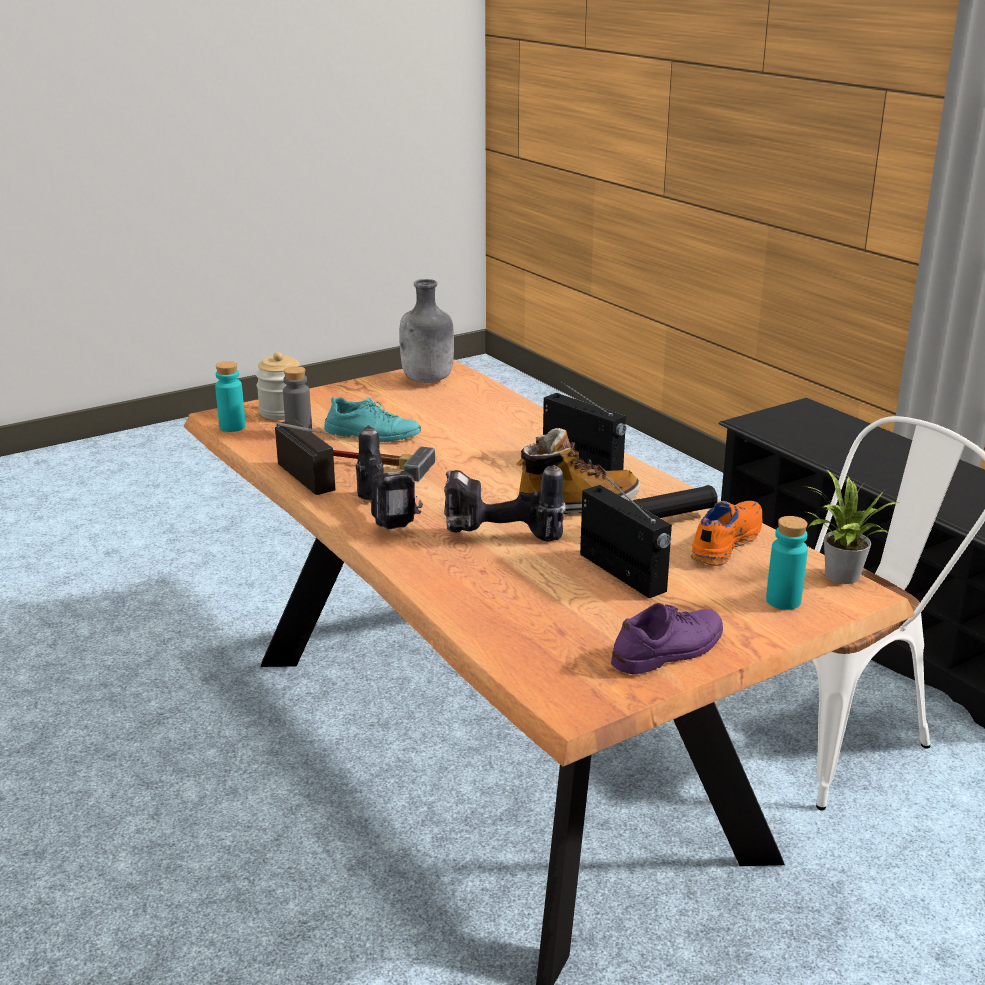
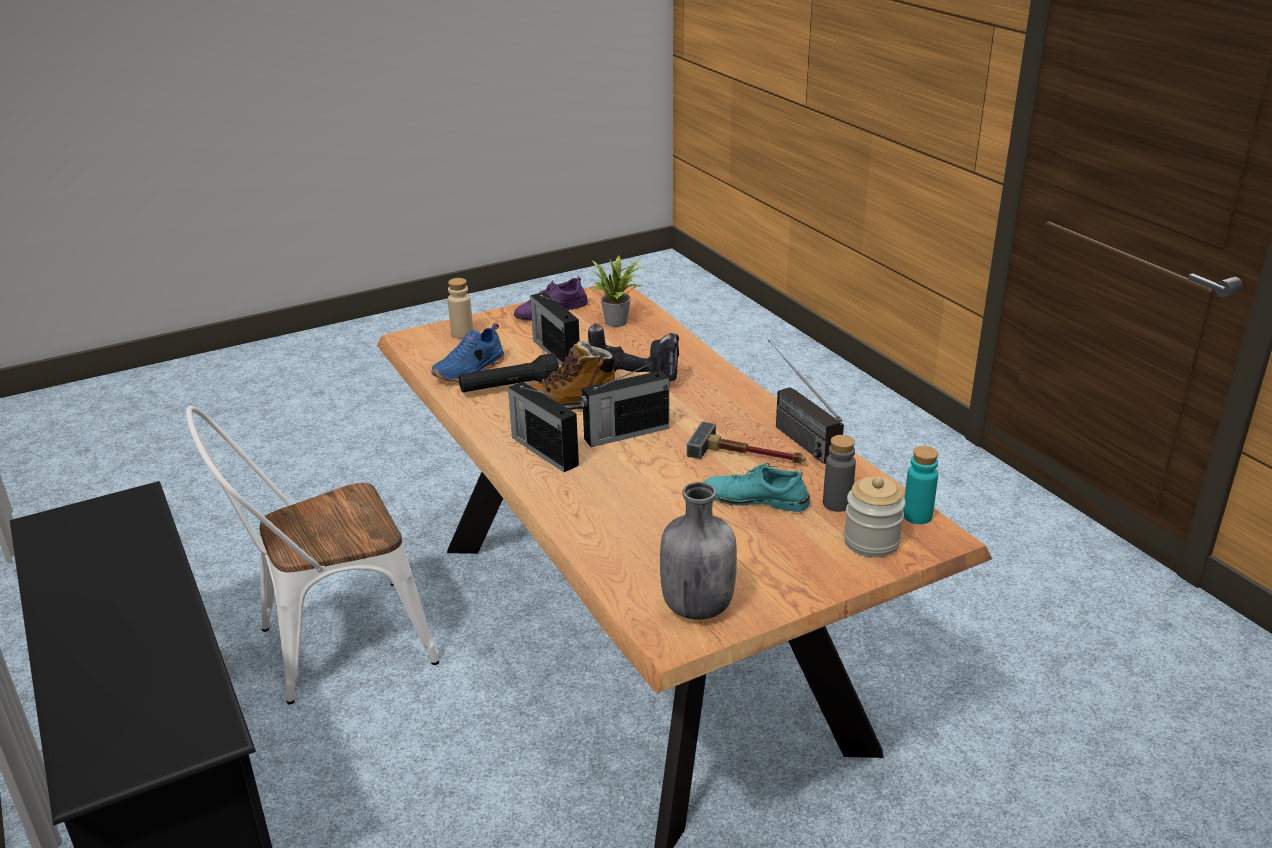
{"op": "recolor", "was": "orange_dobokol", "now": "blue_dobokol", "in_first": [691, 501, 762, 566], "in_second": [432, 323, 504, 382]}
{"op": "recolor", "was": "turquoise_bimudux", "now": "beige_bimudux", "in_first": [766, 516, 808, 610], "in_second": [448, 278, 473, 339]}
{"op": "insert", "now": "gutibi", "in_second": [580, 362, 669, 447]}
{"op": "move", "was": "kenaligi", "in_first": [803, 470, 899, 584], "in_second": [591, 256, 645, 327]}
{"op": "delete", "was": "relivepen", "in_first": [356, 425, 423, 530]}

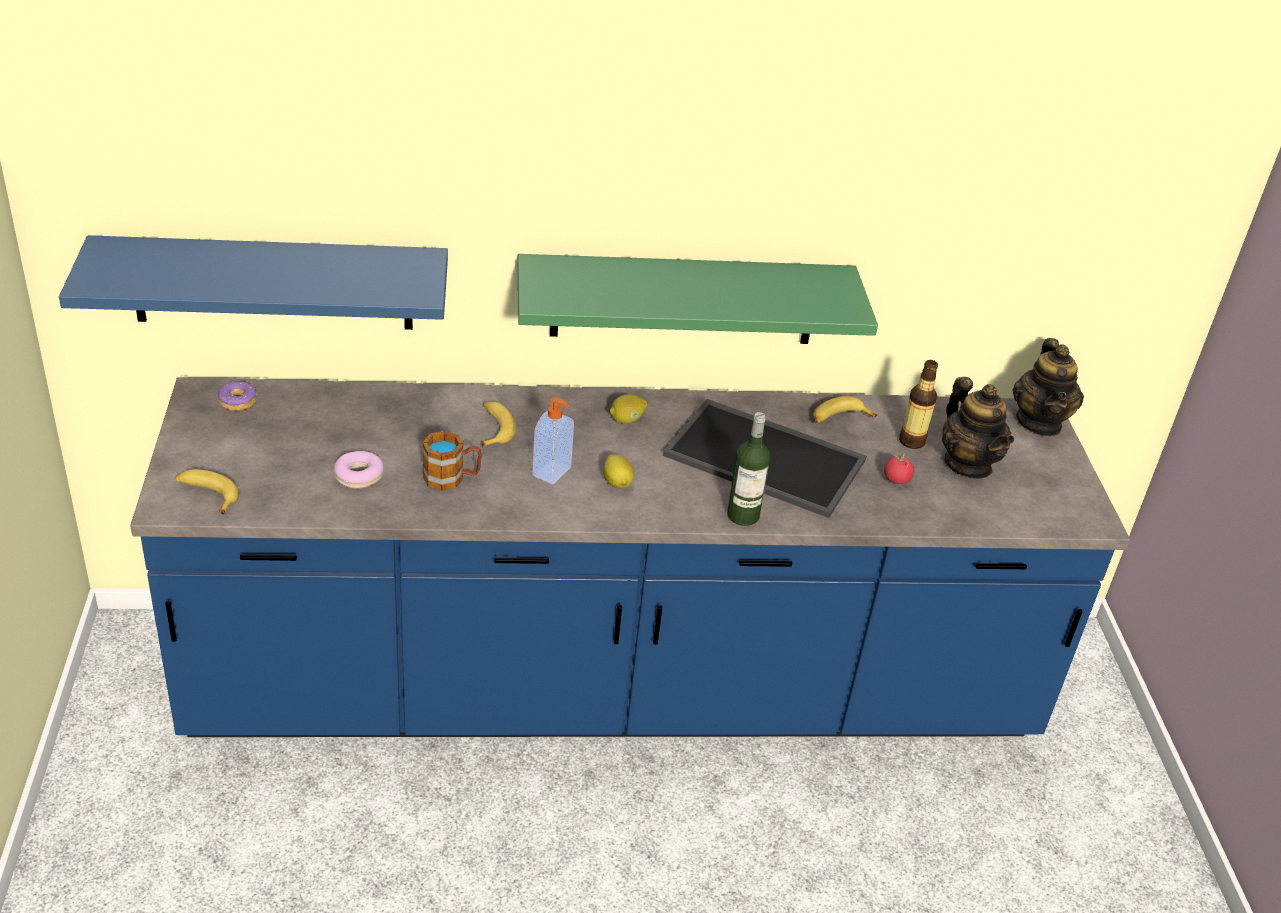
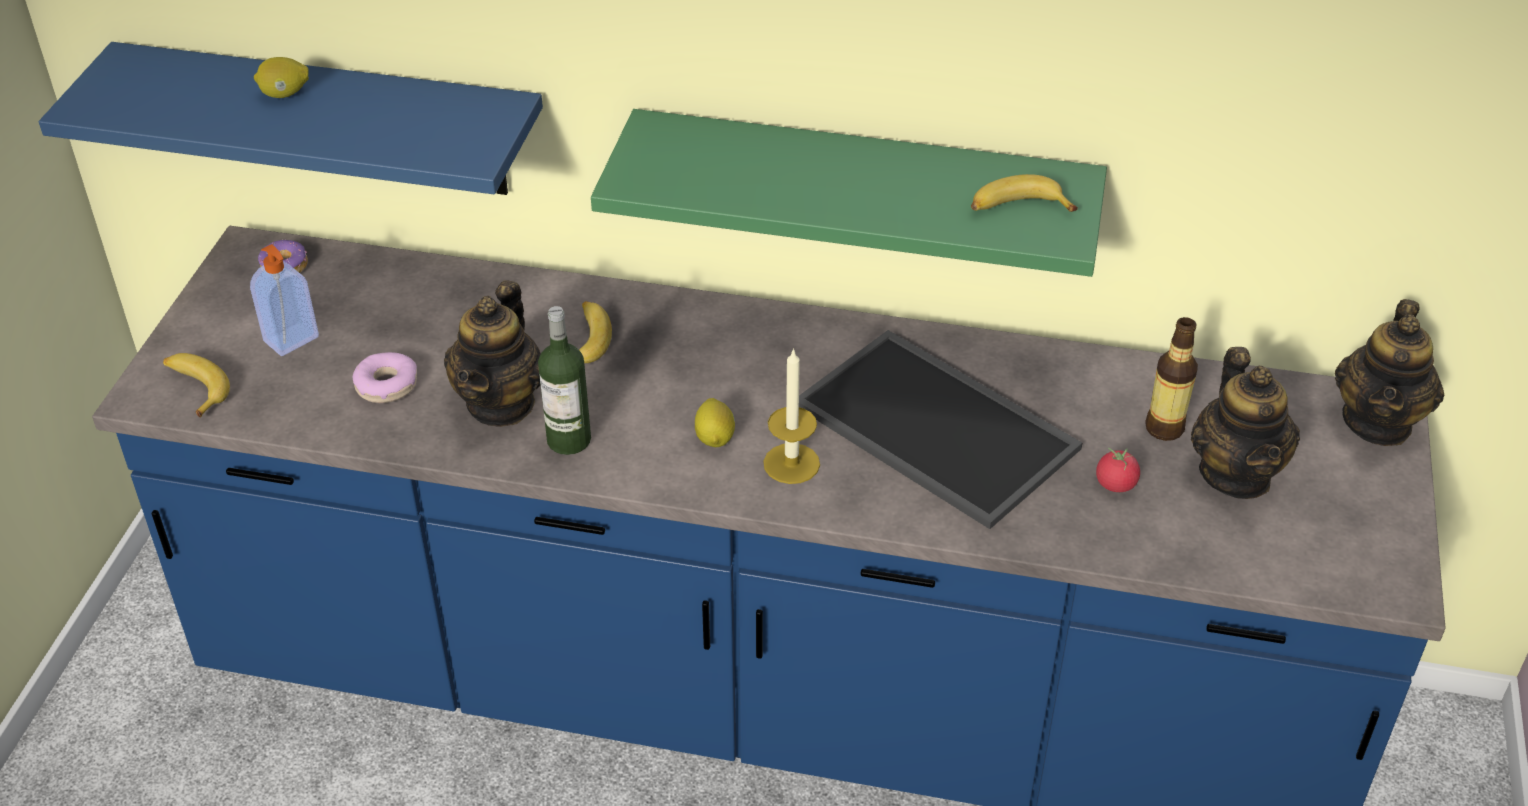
{"op": "move", "was": "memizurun", "in_first": [532, 397, 574, 484], "in_second": [250, 244, 319, 356]}
{"op": "move", "was": "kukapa", "in_first": [610, 395, 647, 424], "in_second": [254, 57, 309, 98]}
{"op": "replace", "was": "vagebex", "now": "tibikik", "in_first": [423, 431, 482, 491], "in_second": [444, 280, 541, 427]}
{"op": "move", "was": "bimudux", "in_first": [727, 412, 770, 526], "in_second": [538, 306, 591, 455]}
{"op": "insert", "now": "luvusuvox", "in_second": [763, 348, 820, 484]}
{"op": "move", "was": "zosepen", "in_first": [813, 396, 877, 423], "in_second": [971, 174, 1078, 212]}

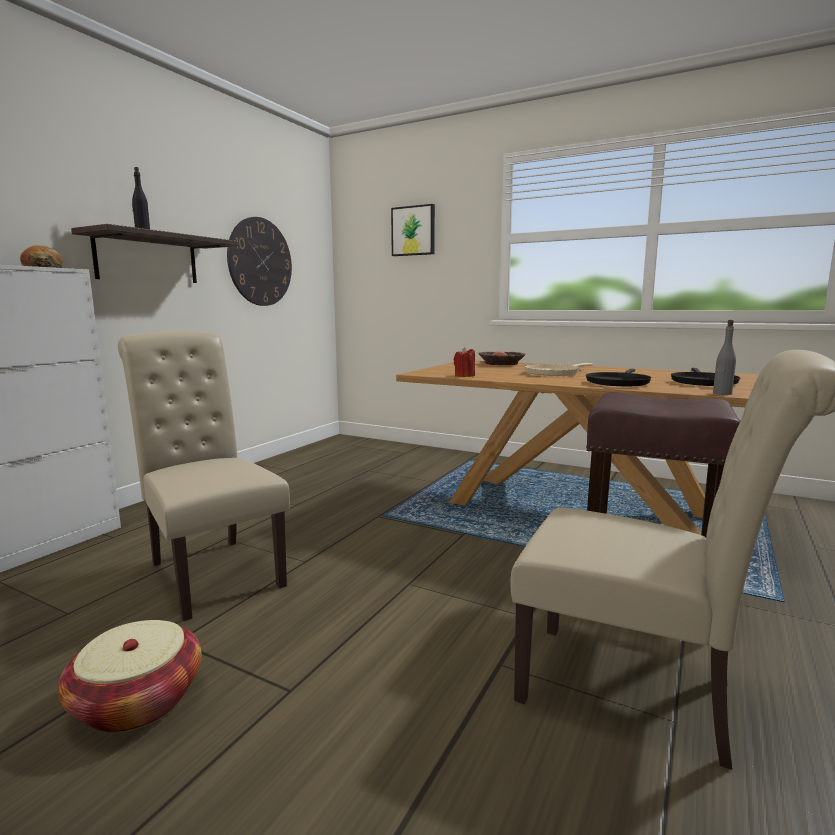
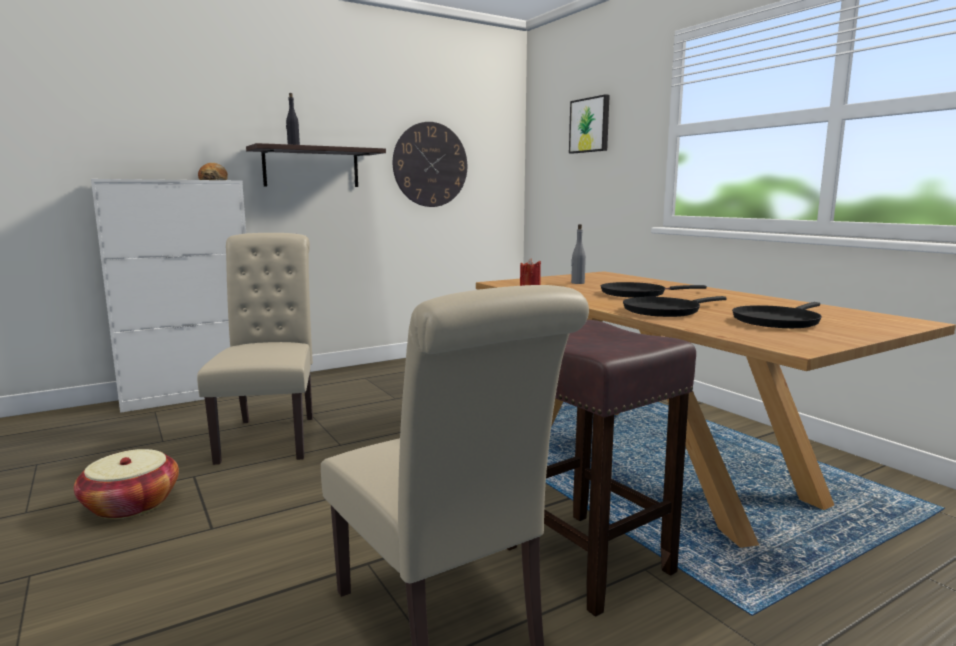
{"op": "move", "was": "grey_bimudux", "in_first": [713, 320, 736, 395], "in_second": [571, 224, 586, 284]}
{"op": "recolor", "was": "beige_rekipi", "now": "black_rekipi", "in_first": [524, 363, 593, 376], "in_second": [601, 282, 707, 298]}
{"op": "delete", "was": "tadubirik", "in_first": [478, 351, 526, 365]}

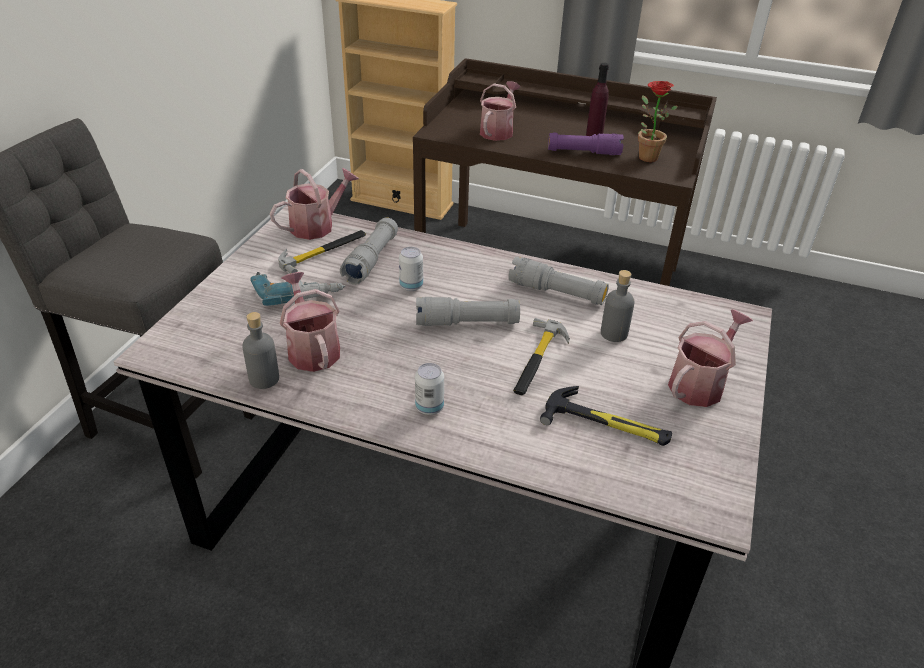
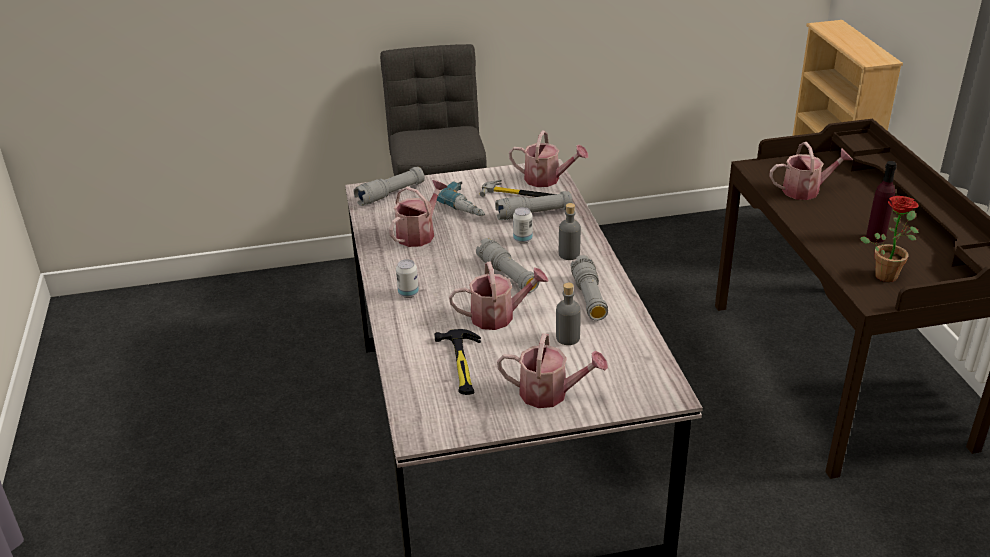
{"op": "insert", "now": "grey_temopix", "in_second": [354, 167, 425, 206]}
{"op": "replace", "was": "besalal", "now": "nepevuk", "in_first": [513, 318, 570, 395], "in_second": [449, 262, 548, 330]}
{"op": "move", "was": "grey_bimudux", "in_first": [242, 312, 279, 389], "in_second": [559, 203, 581, 260]}
{"op": "delete", "was": "purple_temopix", "in_first": [548, 133, 624, 155]}

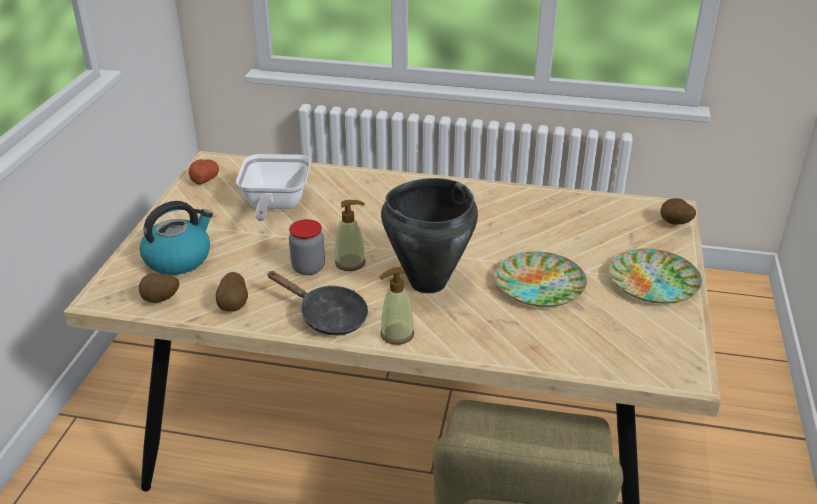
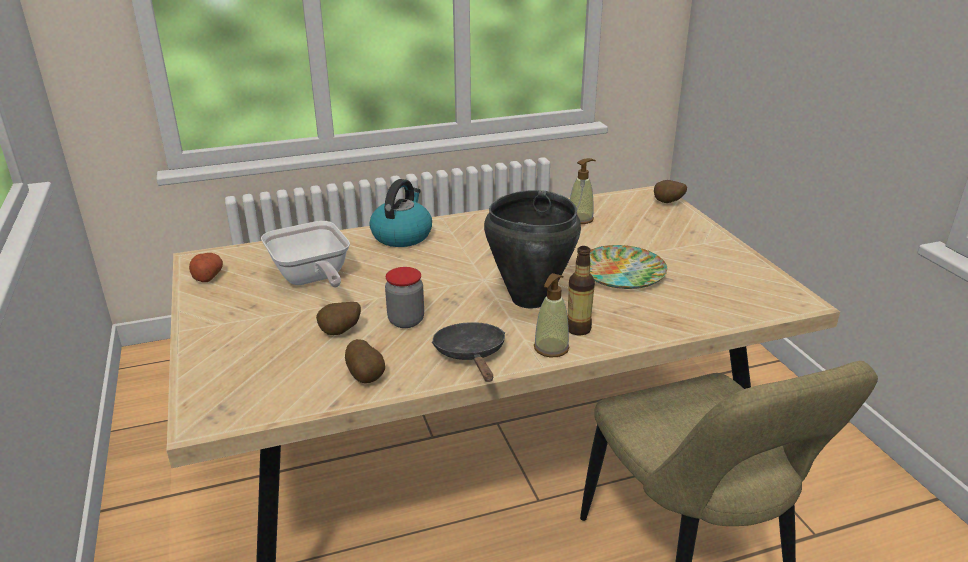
{"op": "move", "was": "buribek", "in_first": [139, 273, 179, 303], "in_second": [316, 302, 361, 335]}
{"op": "move", "was": "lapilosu", "in_first": [140, 201, 213, 275], "in_second": [369, 179, 432, 247]}
{"op": "rotate", "was": "black_rekipi", "in_first": [267, 271, 368, 335], "in_second": [432, 322, 505, 382], "clockwise": -105}
{"op": "insert", "now": "bimudux", "in_second": [568, 246, 595, 336]}
{"op": "move", "was": "memizurun", "in_first": [335, 200, 366, 271], "in_second": [570, 158, 596, 224]}
{"op": "delete", "was": "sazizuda", "in_first": [609, 249, 702, 304]}

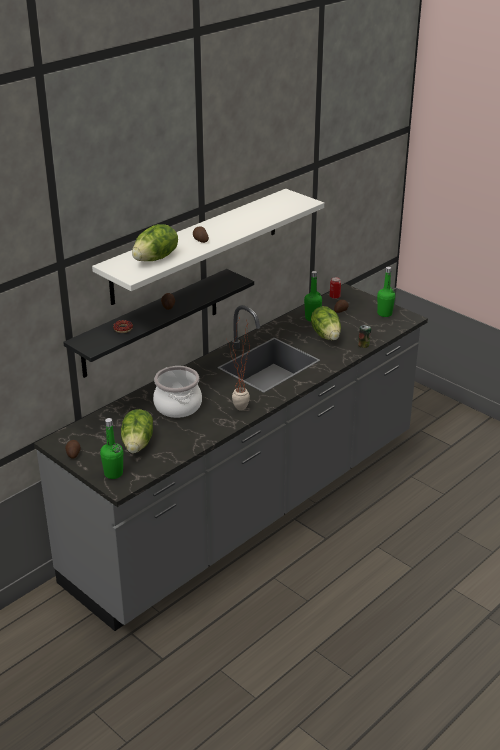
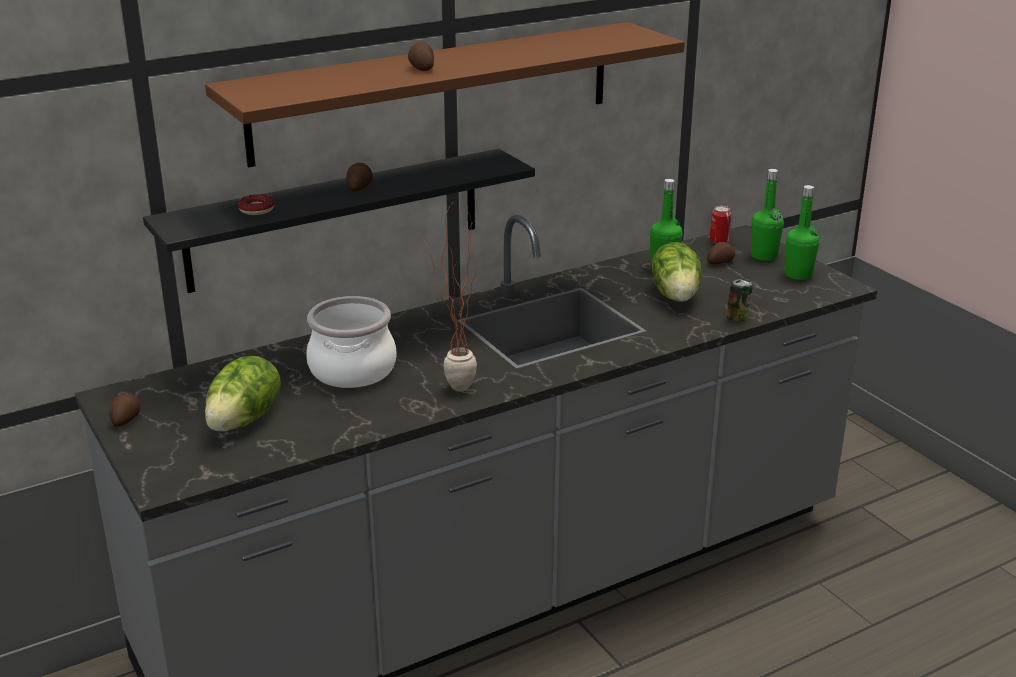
{"op": "recolor", "was": "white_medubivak", "now": "brown_medubivak", "in_first": [92, 189, 324, 305], "in_second": [205, 22, 685, 168]}
{"op": "move", "was": "green_bimudux", "in_first": [100, 418, 123, 479], "in_second": [751, 169, 784, 261]}
{"op": "delete", "was": "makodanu", "in_first": [132, 224, 178, 261]}

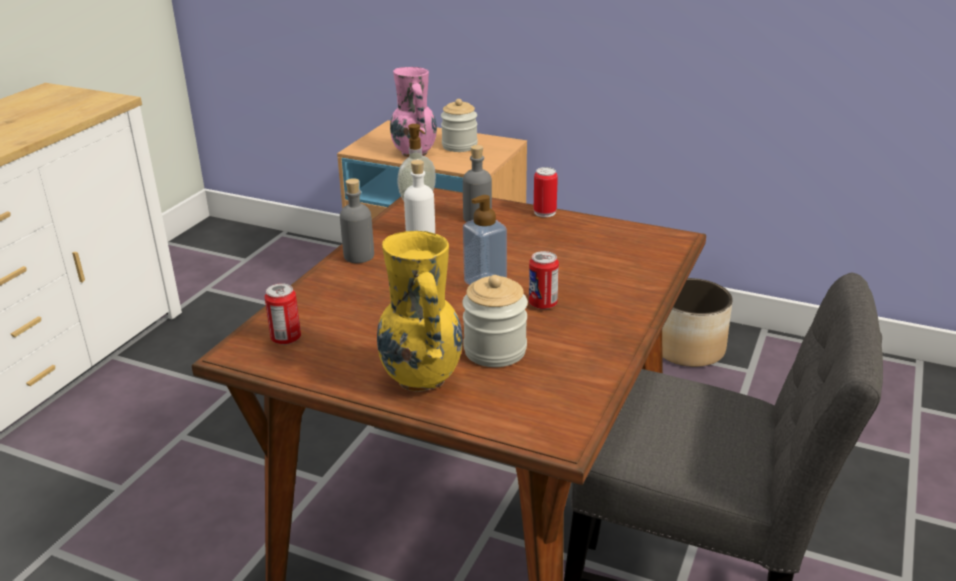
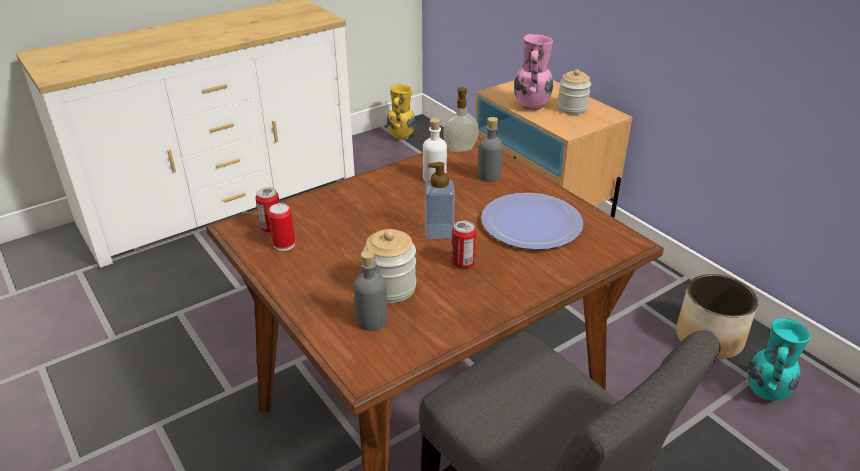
{"op": "move", "was": "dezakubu", "in_first": [534, 167, 558, 217], "in_second": [268, 203, 295, 251]}
{"op": "move", "was": "grey_bimudux", "in_first": [340, 178, 374, 263], "in_second": [354, 250, 388, 331]}
{"op": "move", "was": "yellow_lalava", "in_first": [377, 231, 463, 391], "in_second": [387, 84, 415, 140]}
{"op": "insert", "now": "sazizuda", "in_second": [481, 193, 583, 250]}
{"op": "insert", "now": "turquoise_lalava", "in_second": [747, 318, 810, 402]}

